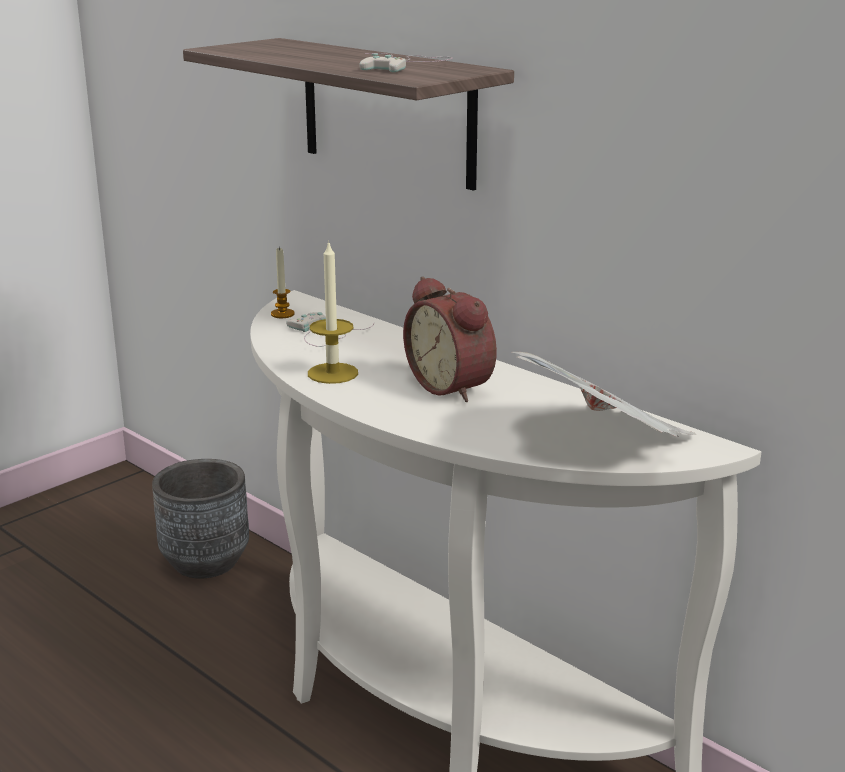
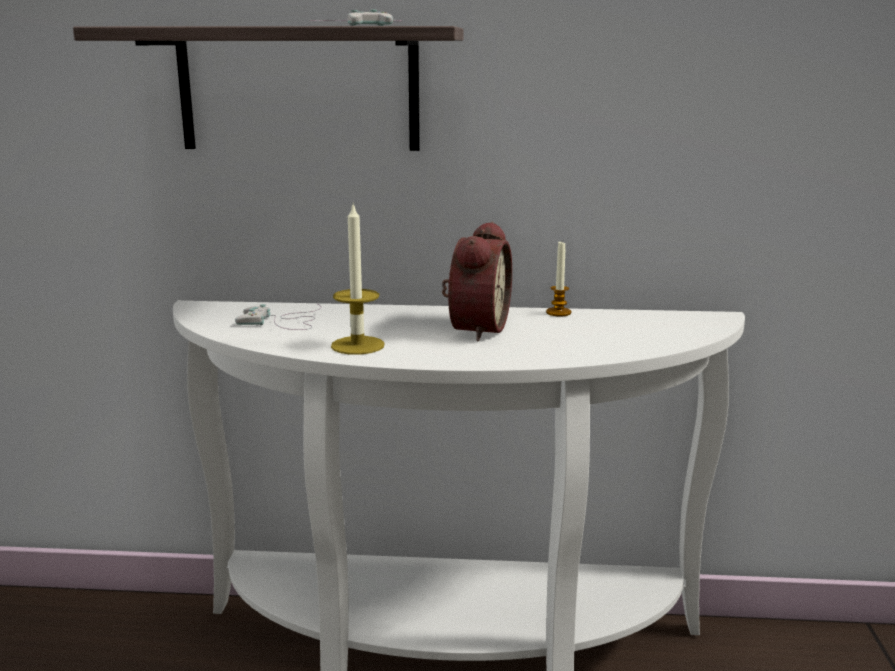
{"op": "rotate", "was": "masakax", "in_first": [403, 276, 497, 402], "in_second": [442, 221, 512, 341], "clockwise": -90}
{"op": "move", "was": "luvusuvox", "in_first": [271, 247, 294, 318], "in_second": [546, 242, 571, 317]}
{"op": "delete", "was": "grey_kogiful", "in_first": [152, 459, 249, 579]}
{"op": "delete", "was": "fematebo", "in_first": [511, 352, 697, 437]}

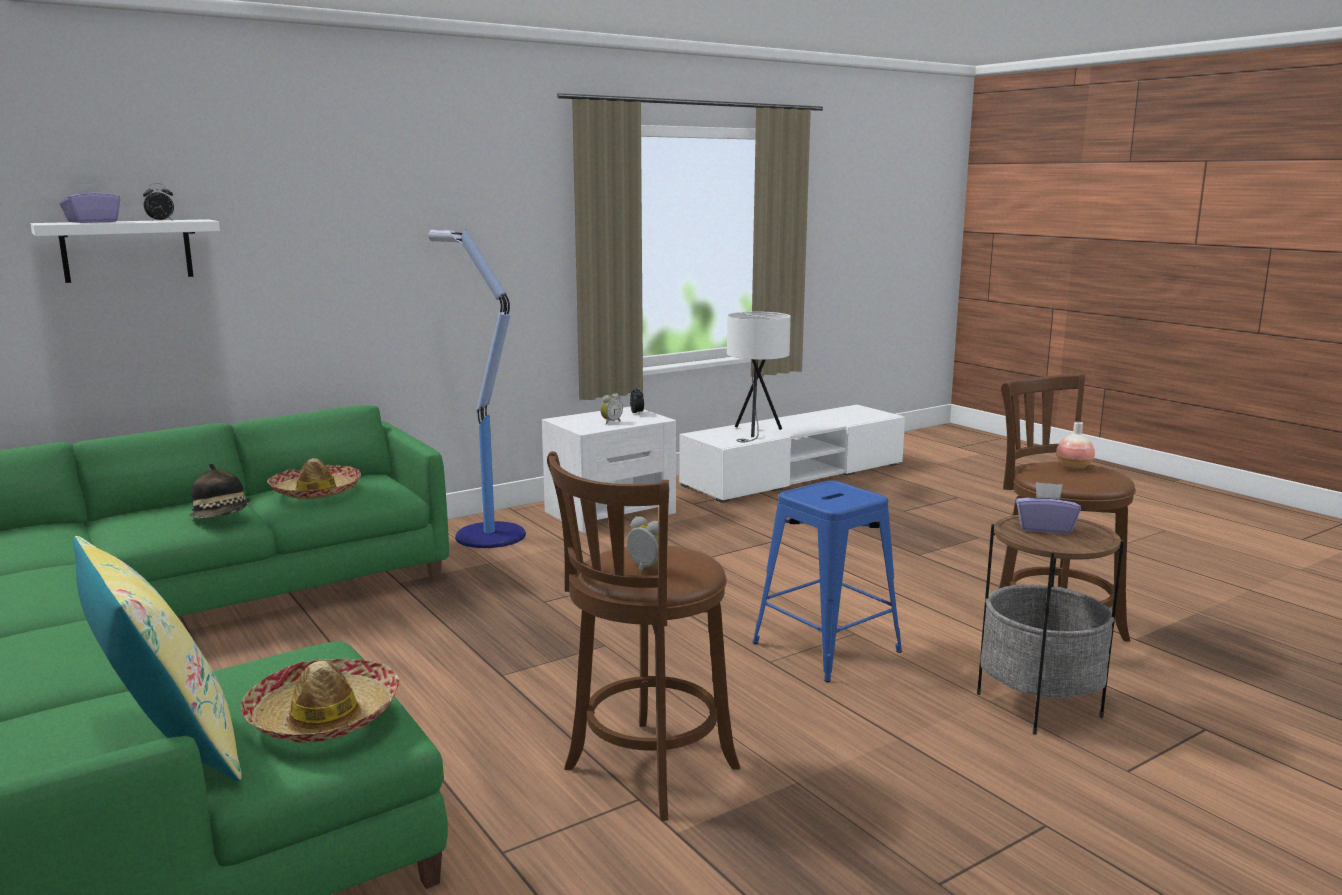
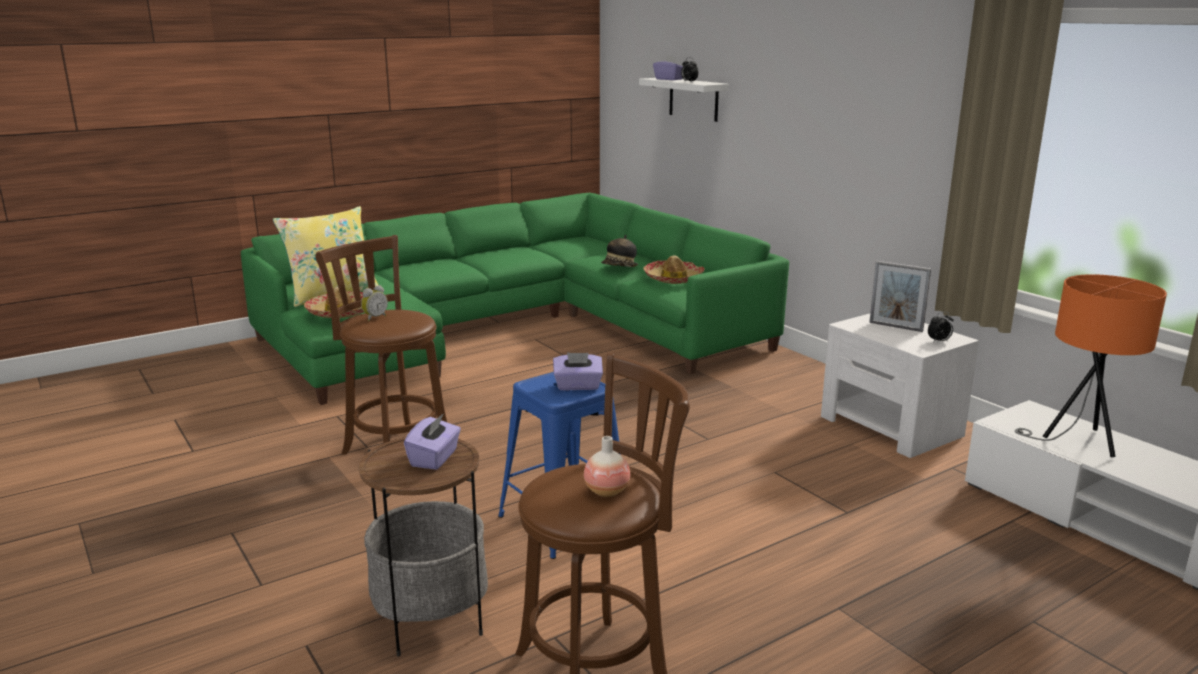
{"op": "insert", "now": "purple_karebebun", "in_second": [553, 352, 603, 391]}
{"op": "insert", "now": "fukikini", "in_second": [869, 261, 931, 332]}
{"op": "recolor", "was": "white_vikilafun", "now": "orange_vikilafun", "in_first": [727, 312, 791, 442], "in_second": [1015, 274, 1167, 457]}
{"op": "delete", "was": "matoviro", "in_first": [428, 229, 526, 548]}
{"op": "delete", "was": "masakax", "in_first": [600, 393, 623, 425]}

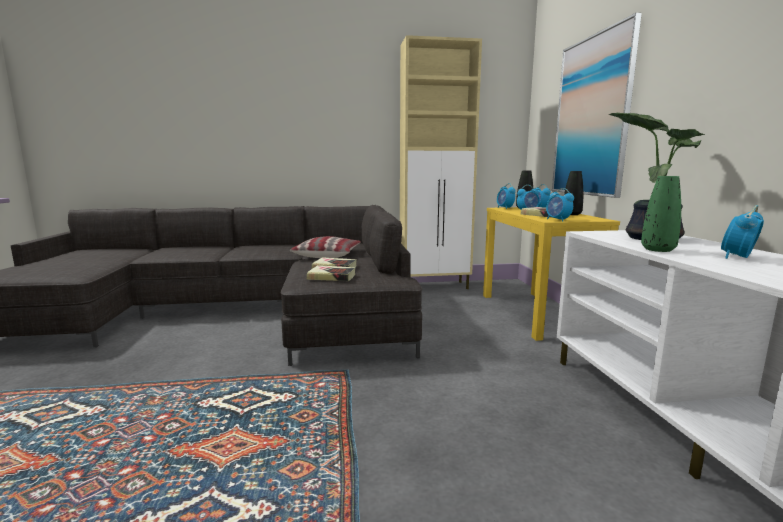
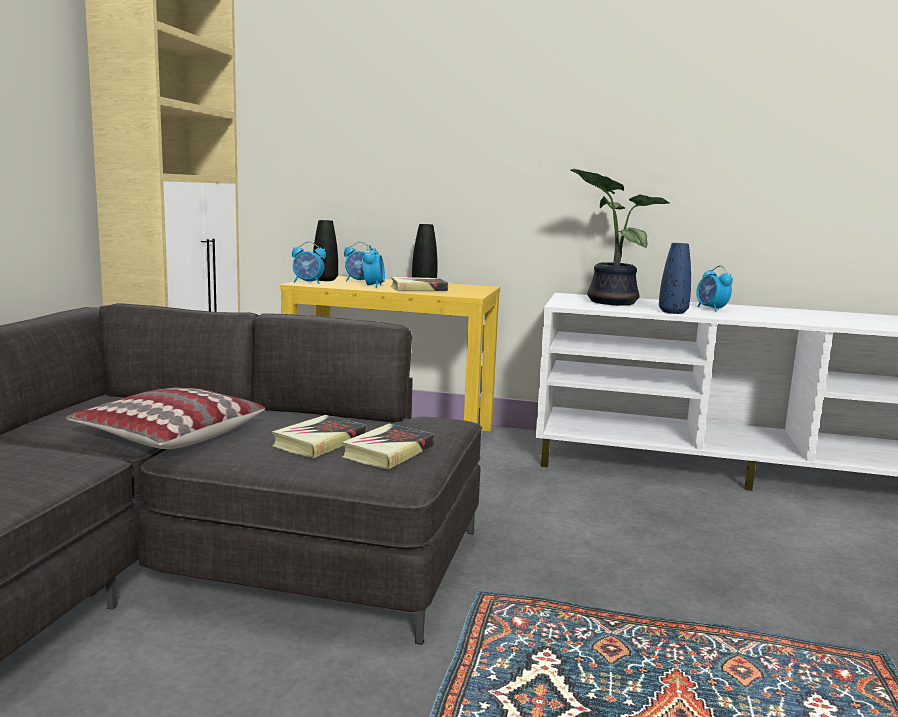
{"op": "recolor", "was": "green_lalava", "now": "blue_lalava", "in_first": [641, 176, 681, 252], "in_second": [659, 243, 691, 314]}
{"op": "delete", "was": "masakax", "in_first": [546, 188, 574, 221]}
{"op": "delete", "was": "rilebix", "in_first": [552, 13, 642, 198]}

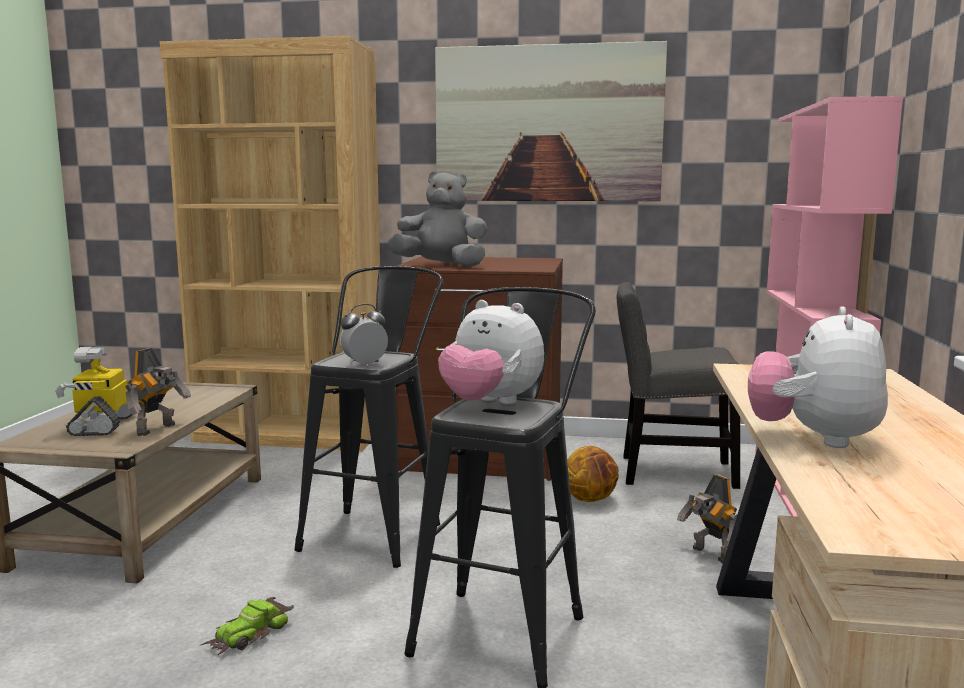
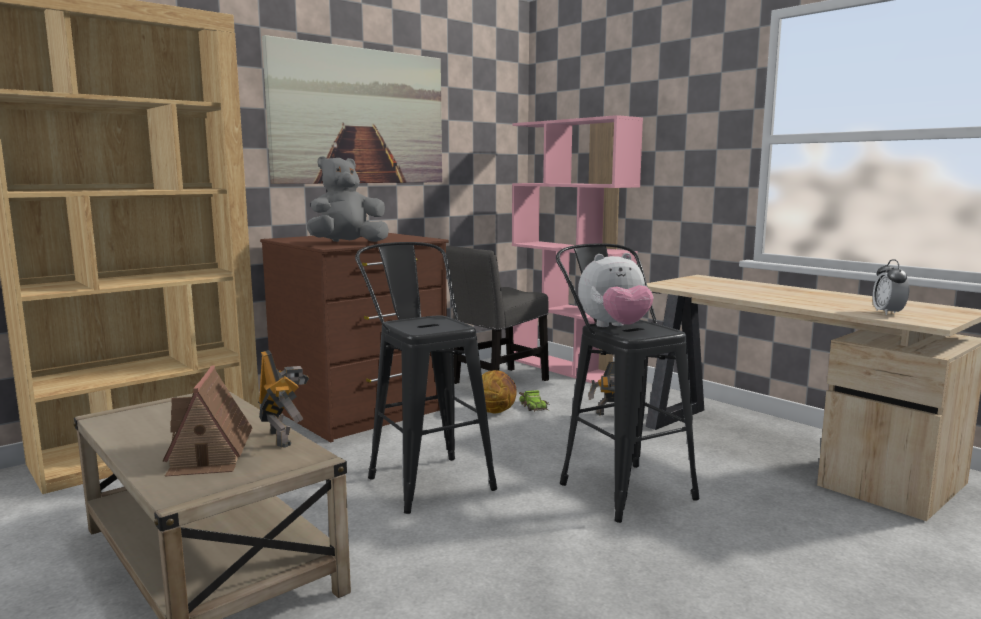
{"op": "replace", "was": "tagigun", "now": "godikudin", "in_first": [55, 347, 132, 436], "in_second": [162, 365, 252, 476]}
{"op": "move", "was": "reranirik", "in_first": [199, 597, 294, 656], "in_second": [519, 390, 550, 412]}
{"op": "move", "was": "masakax", "in_first": [340, 304, 388, 366], "in_second": [873, 259, 910, 315]}
{"op": "delete", "was": "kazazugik", "in_first": [748, 306, 888, 448]}

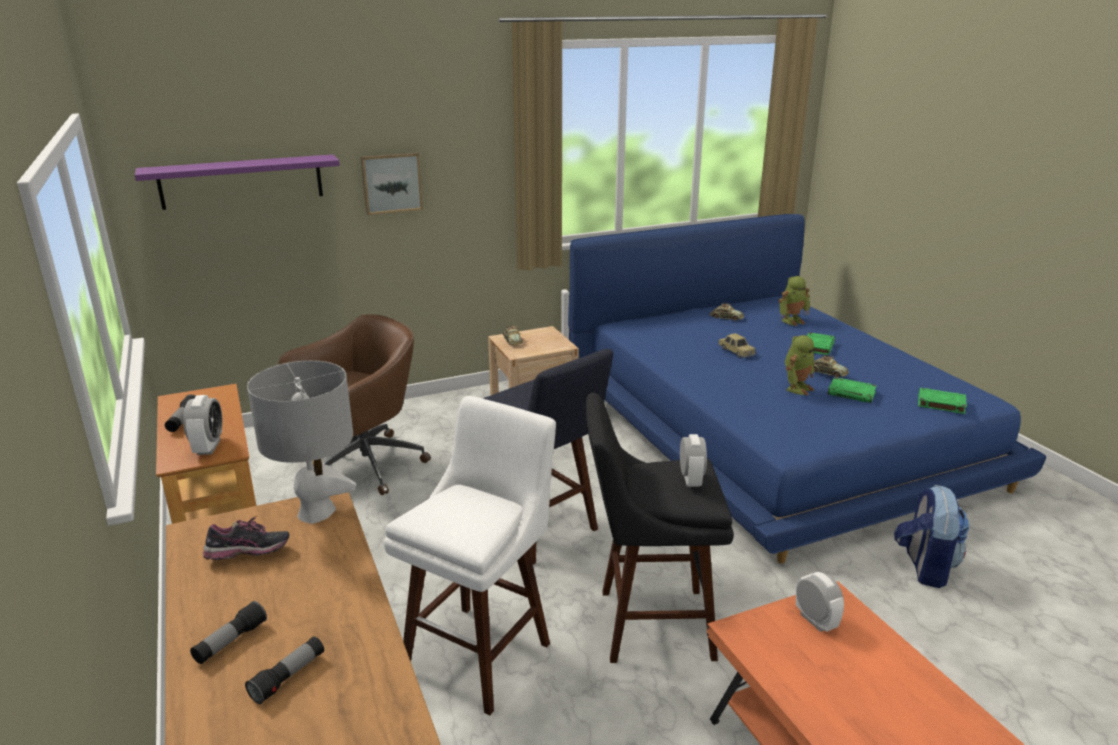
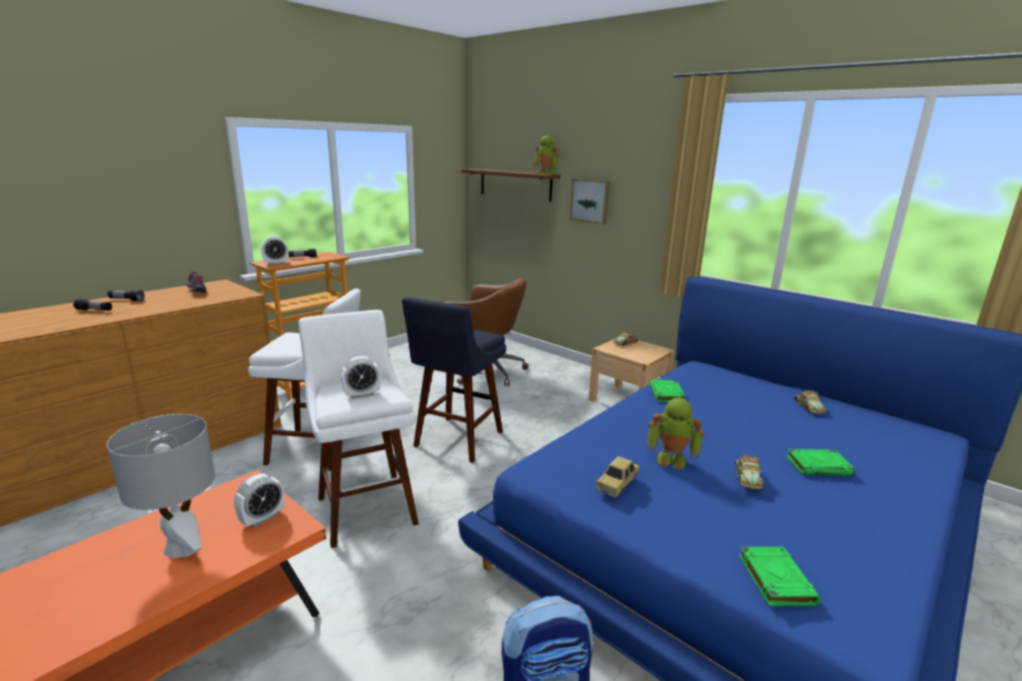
{"op": "move", "was": "grey_vikilafun", "in_first": [247, 360, 356, 524], "in_second": [107, 414, 215, 558]}
{"op": "recolor", "was": "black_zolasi", "now": "white_zolasi", "in_first": [586, 393, 734, 663], "in_second": [299, 310, 419, 548]}
{"op": "recolor", "was": "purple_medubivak", "now": "brown_medubivak", "in_first": [135, 154, 340, 210], "in_second": [461, 169, 561, 202]}
{"op": "move", "was": "tagigun", "in_first": [779, 276, 810, 326], "in_second": [533, 135, 559, 174]}
{"op": "move", "was": "reranirik", "in_first": [718, 333, 756, 358], "in_second": [595, 456, 639, 497]}
{"op": "move", "was": "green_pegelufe", "in_first": [828, 377, 877, 403], "in_second": [649, 379, 686, 402]}

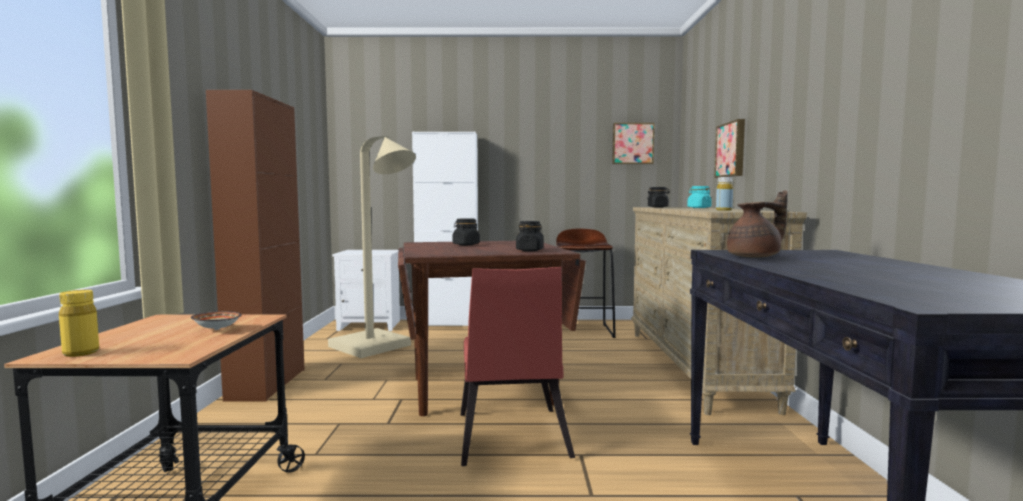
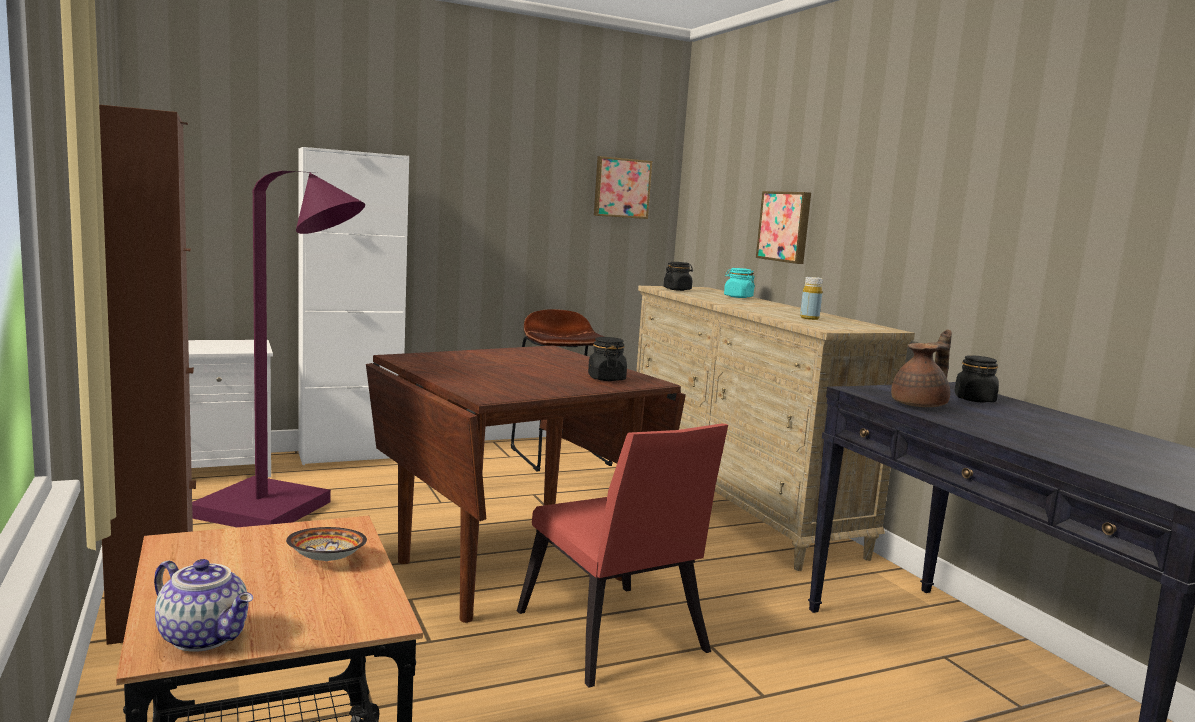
{"op": "replace", "was": "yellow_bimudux", "now": "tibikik", "in_first": [59, 290, 99, 357], "in_second": [154, 559, 253, 652]}
{"op": "recolor", "was": "beige_matoviro", "now": "purple_matoviro", "in_first": [328, 136, 416, 358], "in_second": [192, 171, 365, 527]}
{"op": "move", "was": "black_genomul", "in_first": [452, 218, 480, 245], "in_second": [954, 355, 999, 402]}

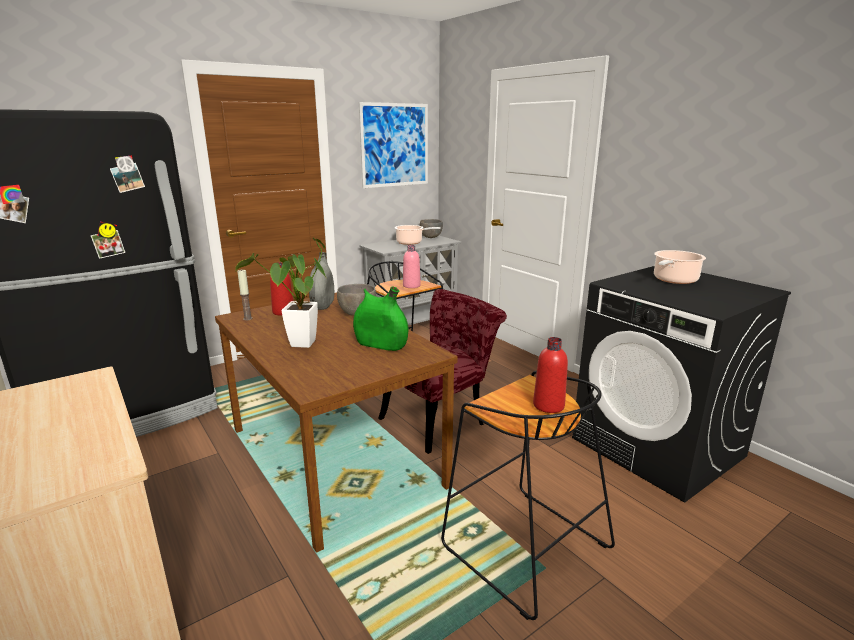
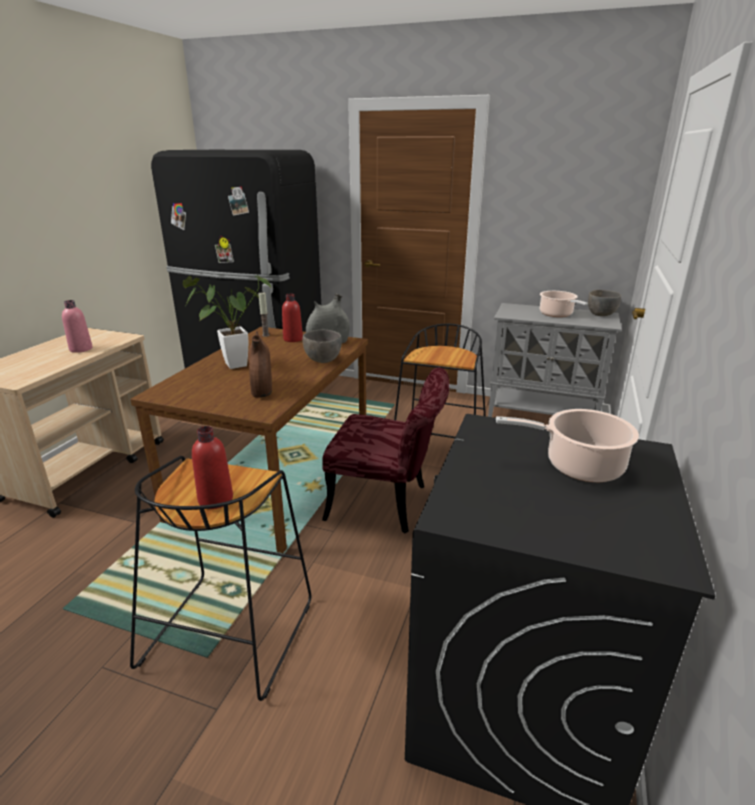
{"op": "move", "was": "pink_bimudux", "in_first": [403, 245, 421, 288], "in_second": [62, 300, 93, 353]}
{"op": "recolor", "was": "green_lalava", "now": "brown_lalava", "in_first": [353, 287, 408, 351], "in_second": [248, 331, 272, 398]}
{"op": "delete", "was": "rilebix", "in_first": [359, 102, 428, 188]}

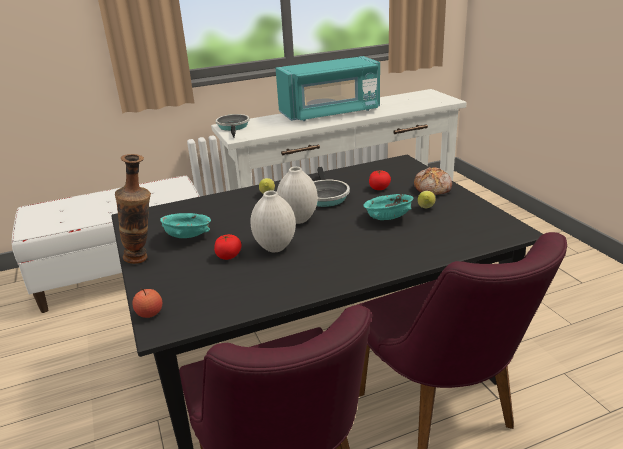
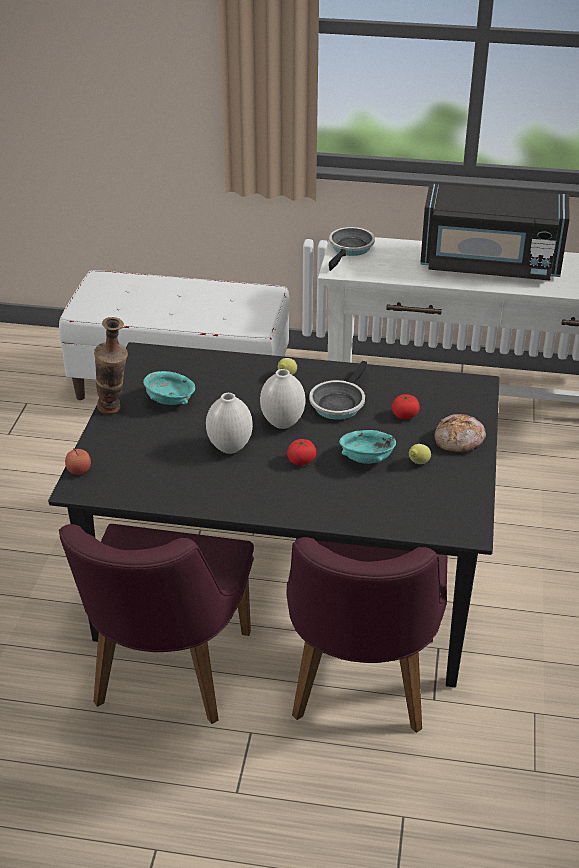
{"op": "move", "was": "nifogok", "in_first": [214, 234, 241, 260], "in_second": [287, 439, 316, 465]}
{"op": "recolor", "was": "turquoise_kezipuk", "now": "black_kezipuk", "in_first": [276, 56, 380, 121], "in_second": [420, 183, 570, 281]}

